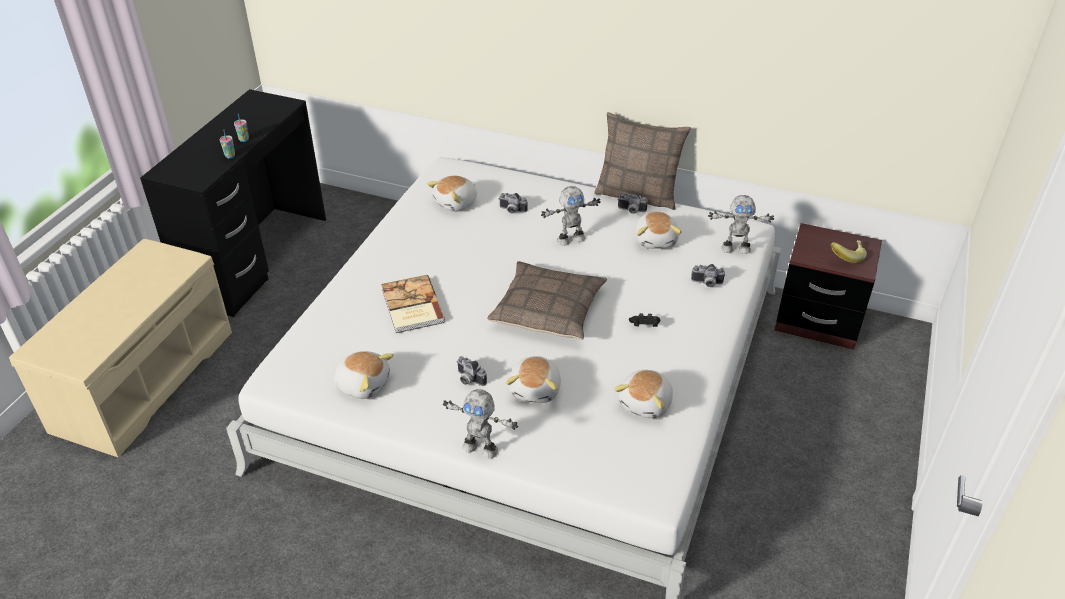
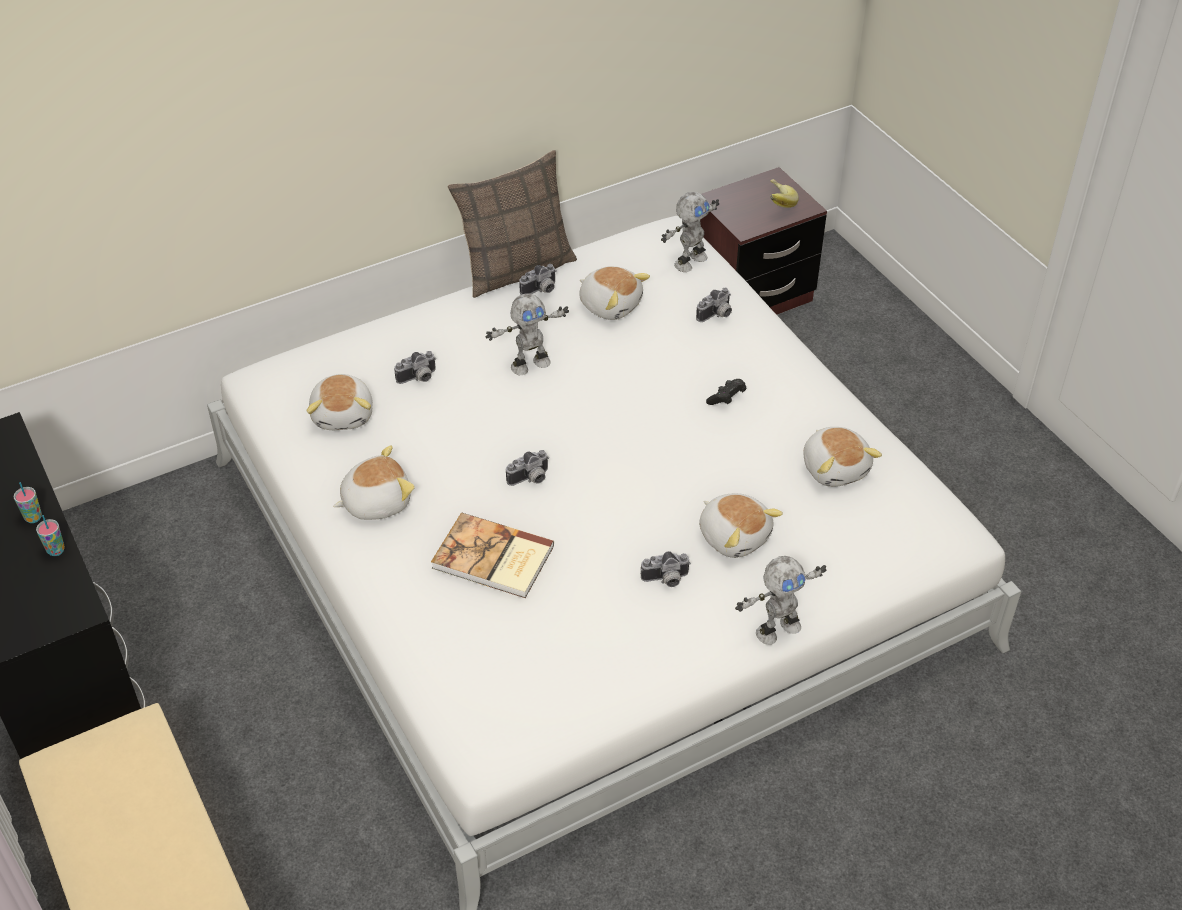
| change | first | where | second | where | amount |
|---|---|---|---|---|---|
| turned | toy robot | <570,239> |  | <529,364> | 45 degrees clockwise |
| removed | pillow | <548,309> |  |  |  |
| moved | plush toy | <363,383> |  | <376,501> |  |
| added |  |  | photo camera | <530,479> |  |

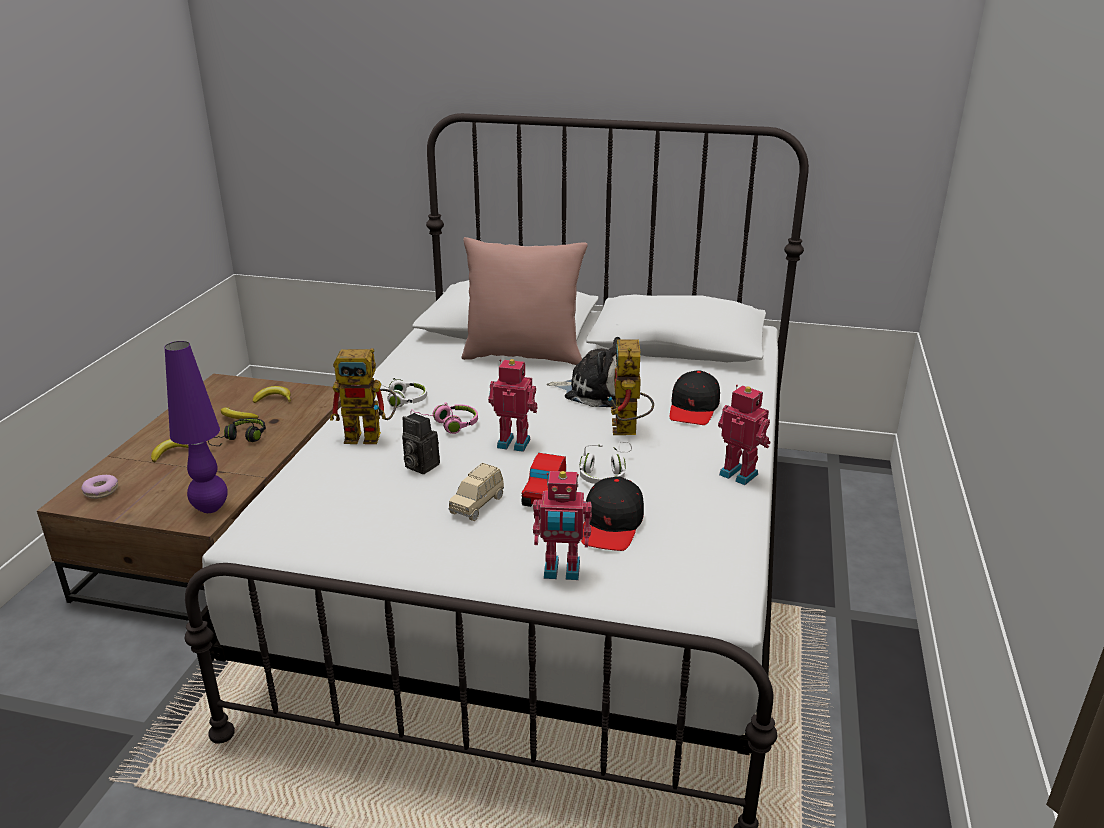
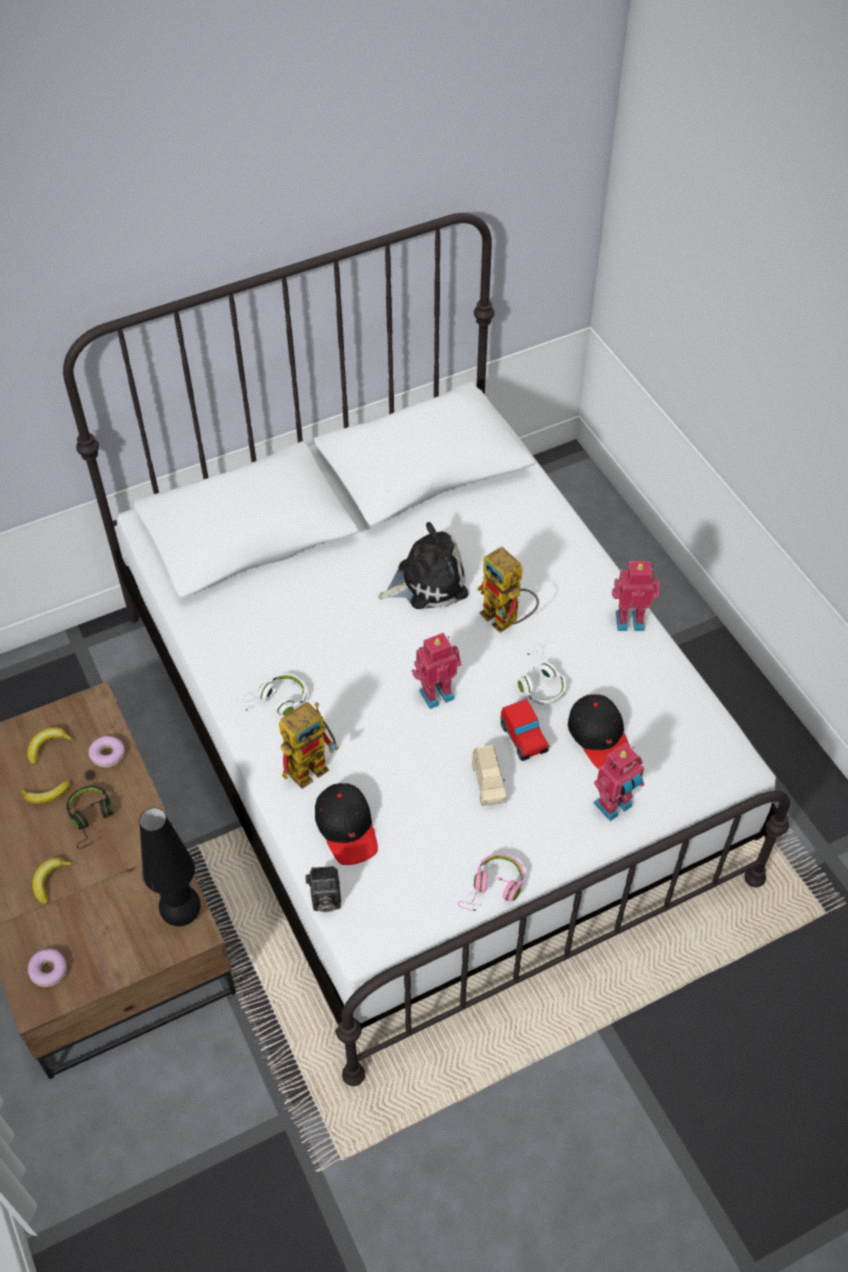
| change | first | where | second | where | amount |
|---|---|---|---|---|---|
| removed | pillow/pink | <524,355> |  |  |  |
| recoloured | table lamp/purple | <210,508> | table lamp/black | <182,915> |  |
| moved | cap/black | <693,408> |  | <347,828> |  |
| moved | headphones/pink | <447,425> |  | <493,888> |  |
| moved | photo camera | <419,466> |  | <324,900> |  |
| added |  |  | donut | <107,755> |  |

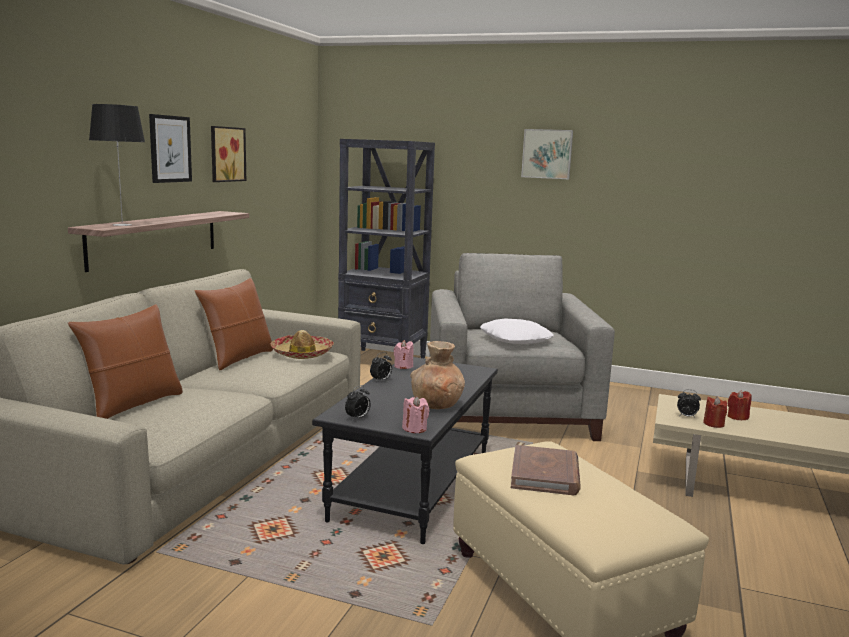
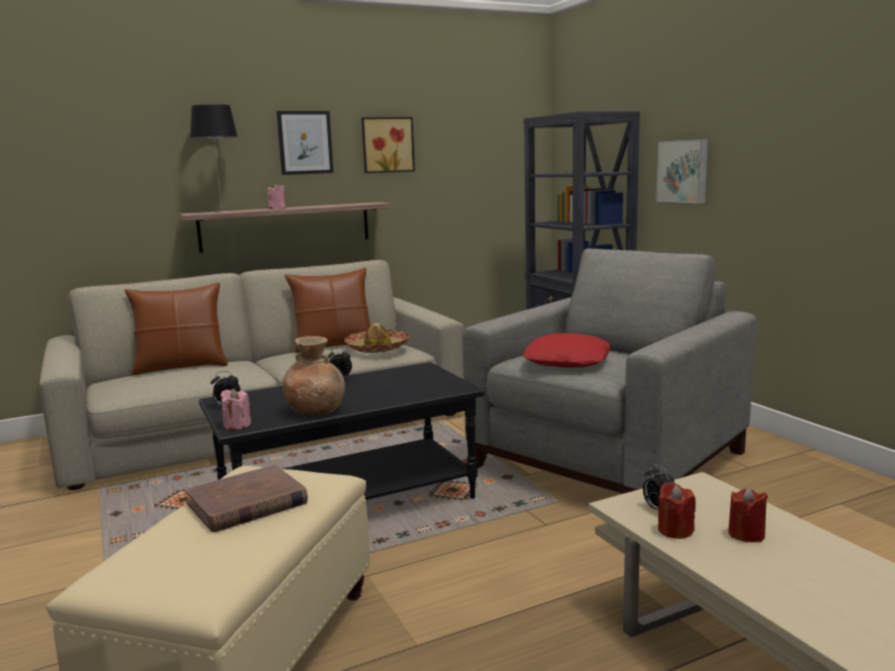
| change | first | where | second | where | amount |
|---|---|---|---|---|---|
| moved | picture | <547,154> |  | <683,171> |  |
| recoloured | pillow/white | <516,339> | pillow/red | <567,361> |  |
| moved | candle/pink | <403,366> |  | <277,208> |  |

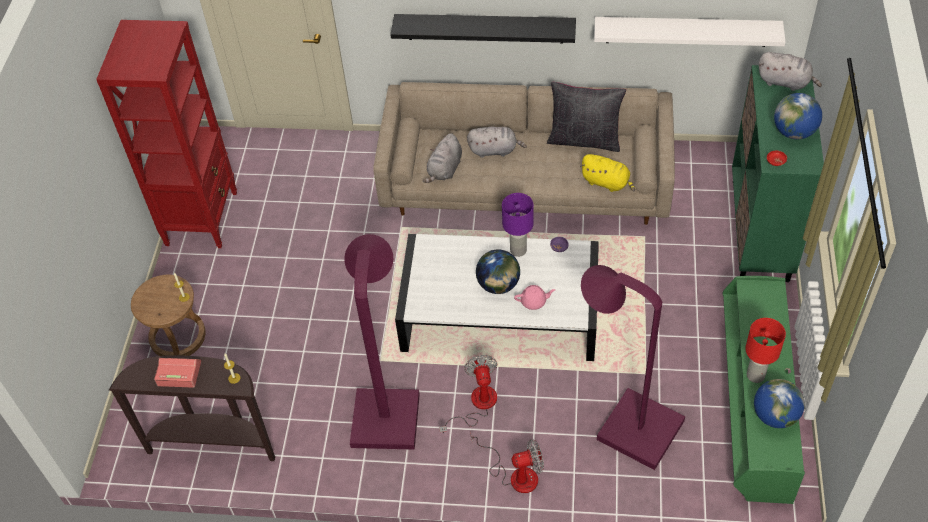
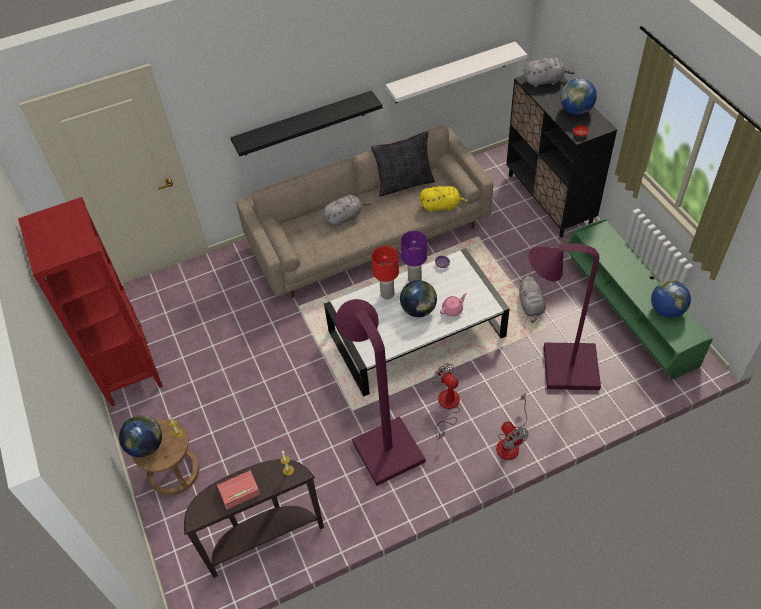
| change | first | where | second | where | amount |
|---|---|---|---|---|---|
| recoloured | cabinet/green | <760,230> | cabinet/black | <549,199> |  |
| moved | plush toy/grey | <444,170> |  | <531,306> |  |
| moved | table lamp/red | <755,375> |  | <387,294> |  |
| turned | fan | <515,474> |  | <510,442> | 105 degrees clockwise |
| added |  |  | globe | <146,445> |  |

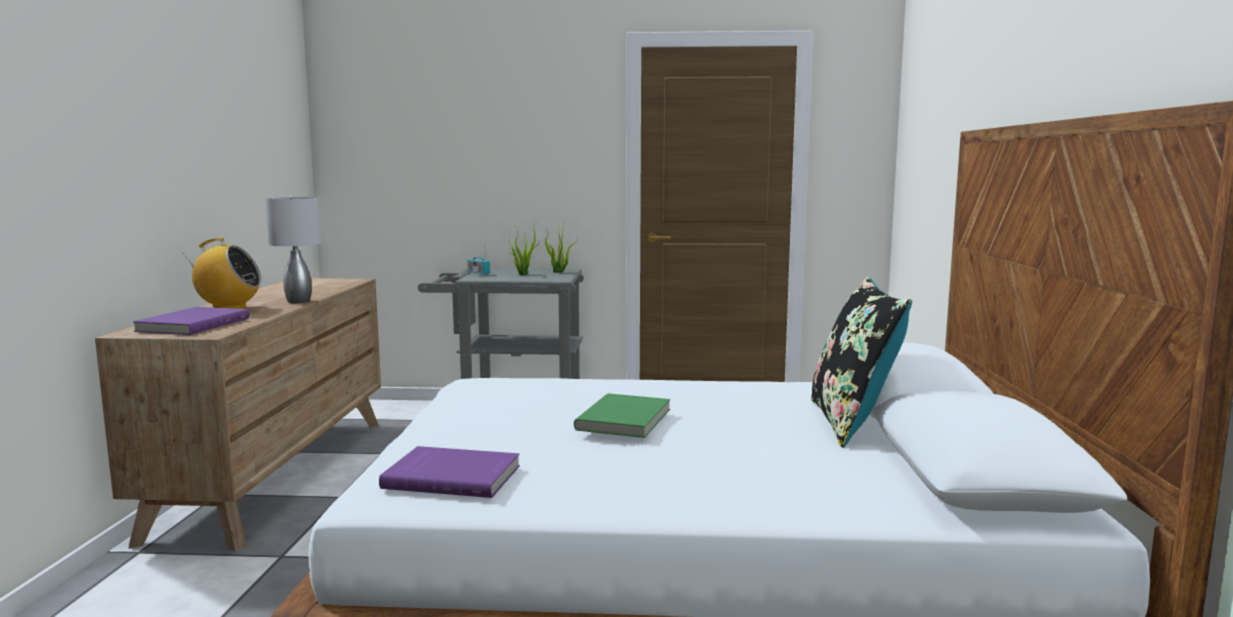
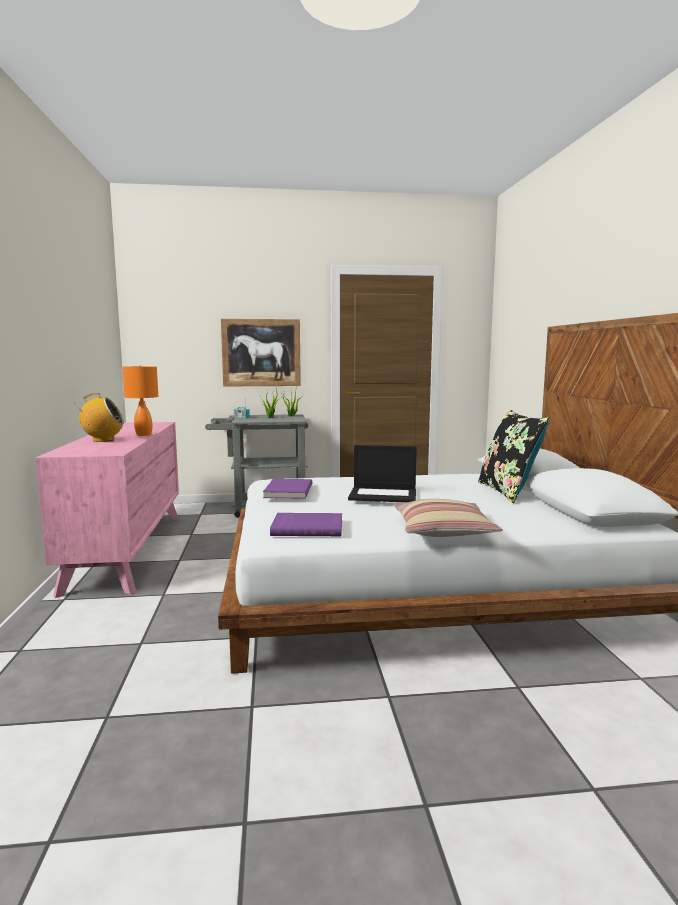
| change | first | where | second | where | amount |
|---|---|---|---|---|---|
| recoloured | table lamp/grey | <299,301> | table lamp/orange | <144,435> |  |
| recoloured | dresser/brown | <277,473> | dresser/pink | <127,549> |  |
| moved | book/purple | <192,325> |  | <287,491> |  |
| replaced | book/green | <626,419> | laptop | <384,495> |  |
| added |  |  | picture | <261,353> |  |
| added |  |  | pillow | <443,530> |  |

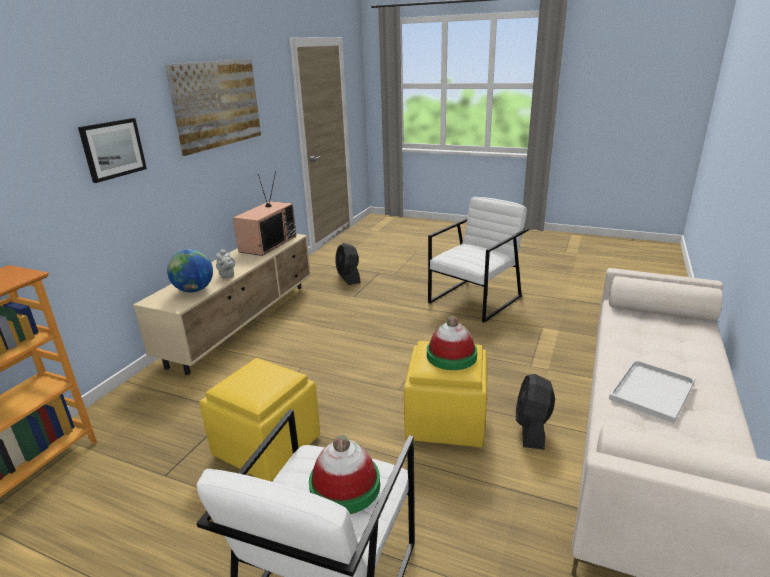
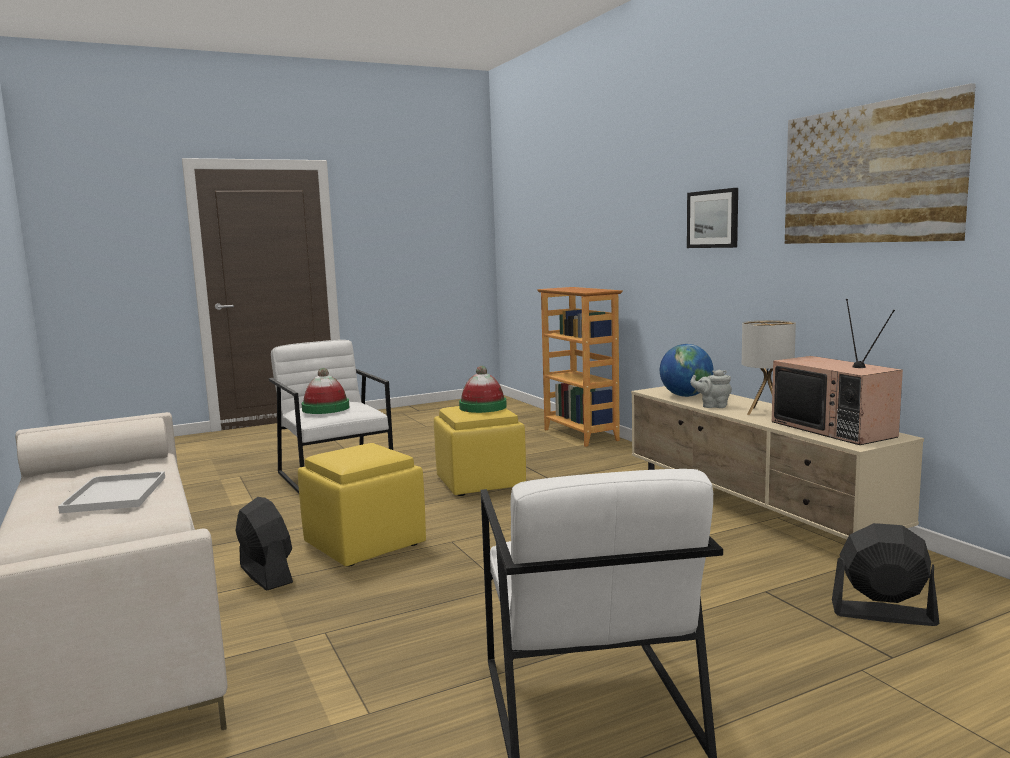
| change | first | where | second | where | amount |
|---|---|---|---|---|---|
| moved | hat | <451,356> |  | <483,407> |  |
| added |  |  | table lamp | <766,412> |  |

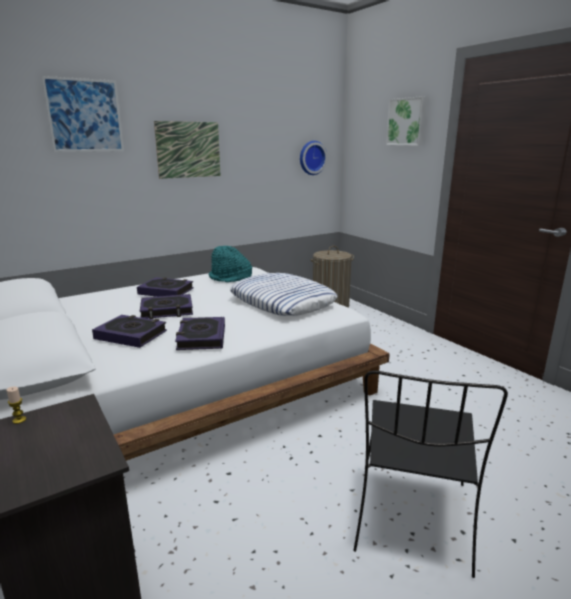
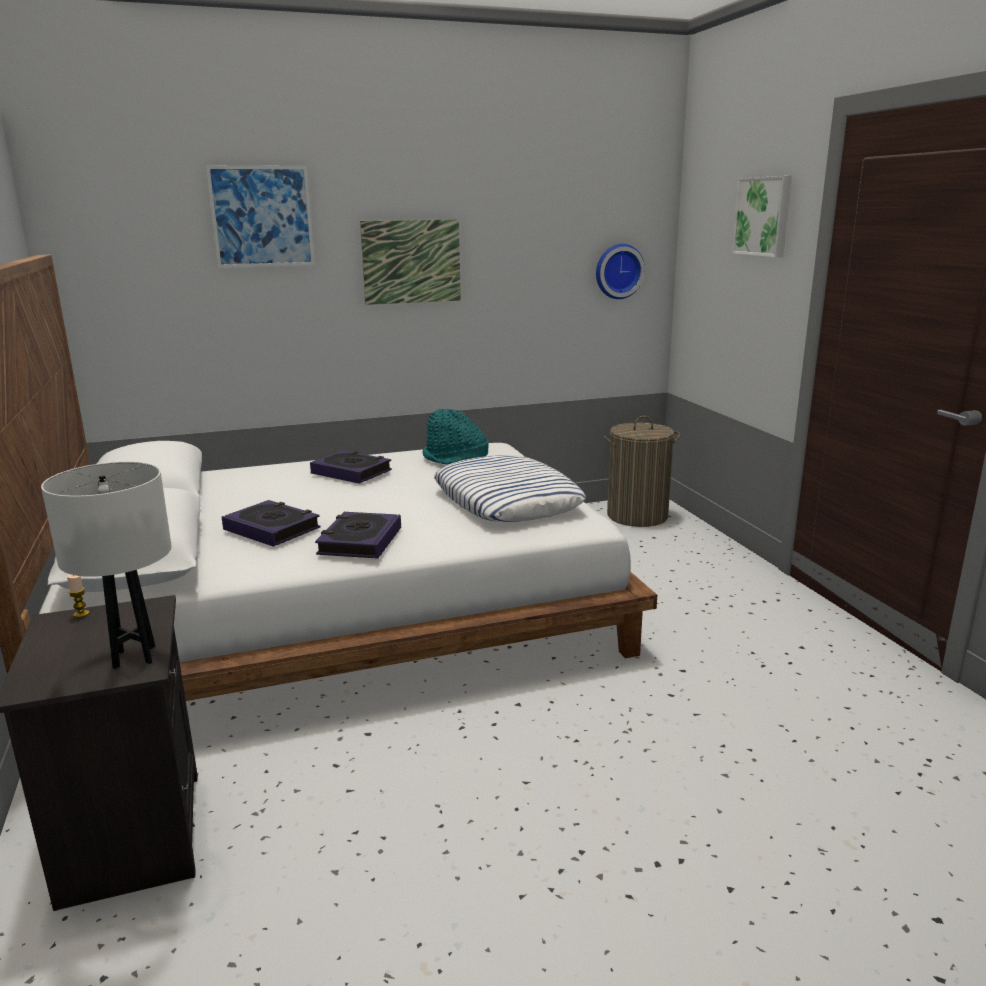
| change | first | where | second | where | amount |
|---|---|---|---|---|---|
| removed | book | <167,311> |  |  |  |
| removed | chair/black | <412,519> |  |  |  |
| added |  |  | table lamp/white | <135,657> |  |

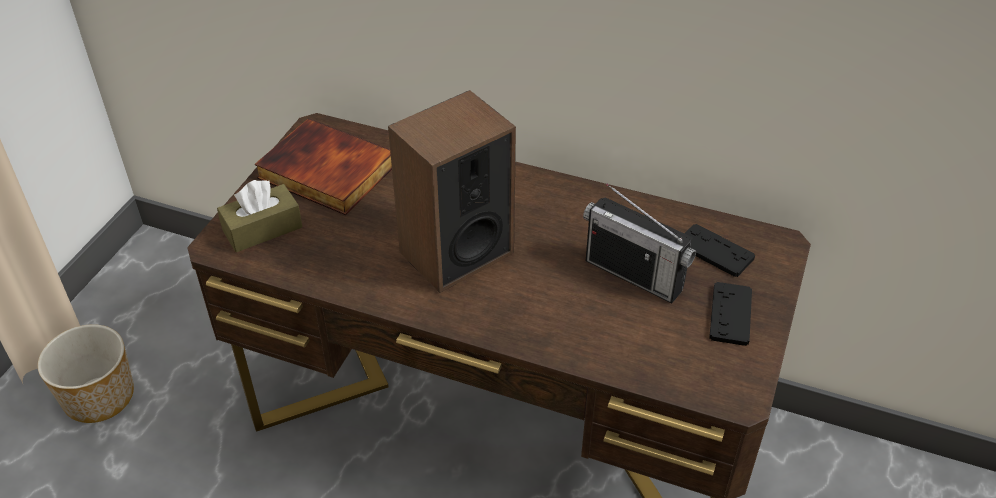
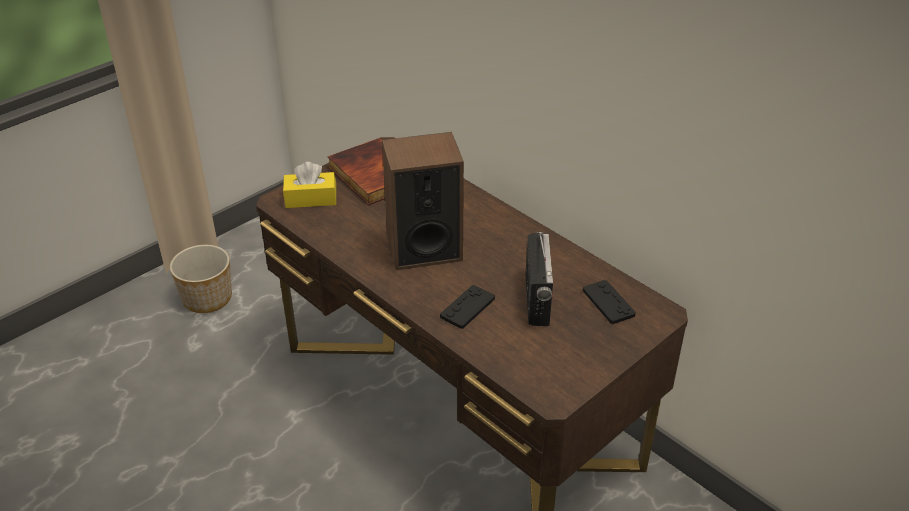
| change | first | where | second | where | amount |
|---|---|---|---|---|---|
| recoloured | tissue box/brown | <262,229> | tissue box/yellow | <311,199> |  |
| turned | radio | <634,274> |  | <537,299> | 150 degrees counterclockwise |
| moved | game controller/black | <730,314> |  | <467,307> |  |

